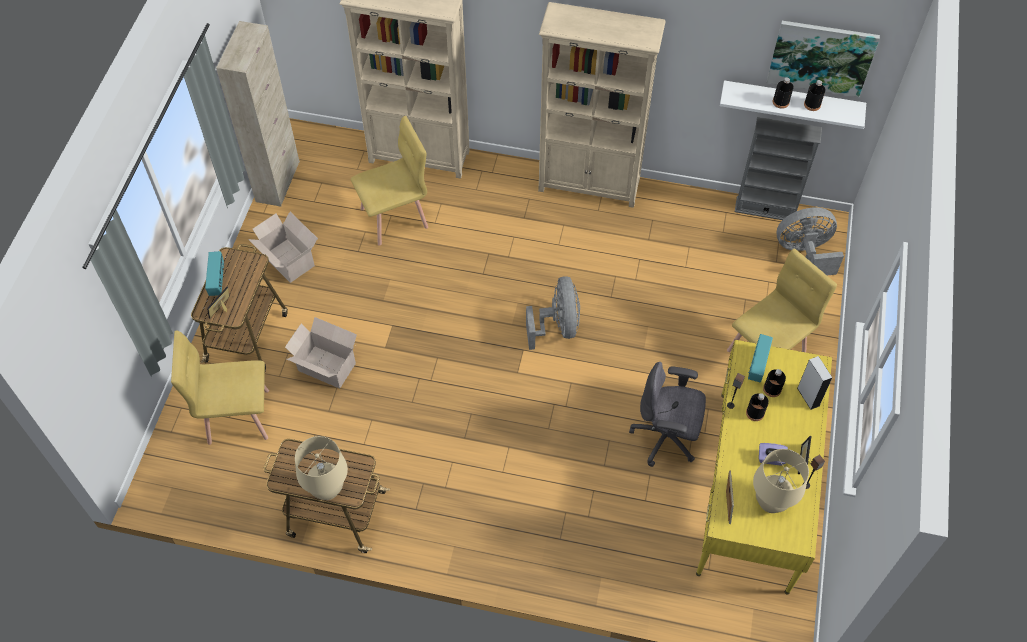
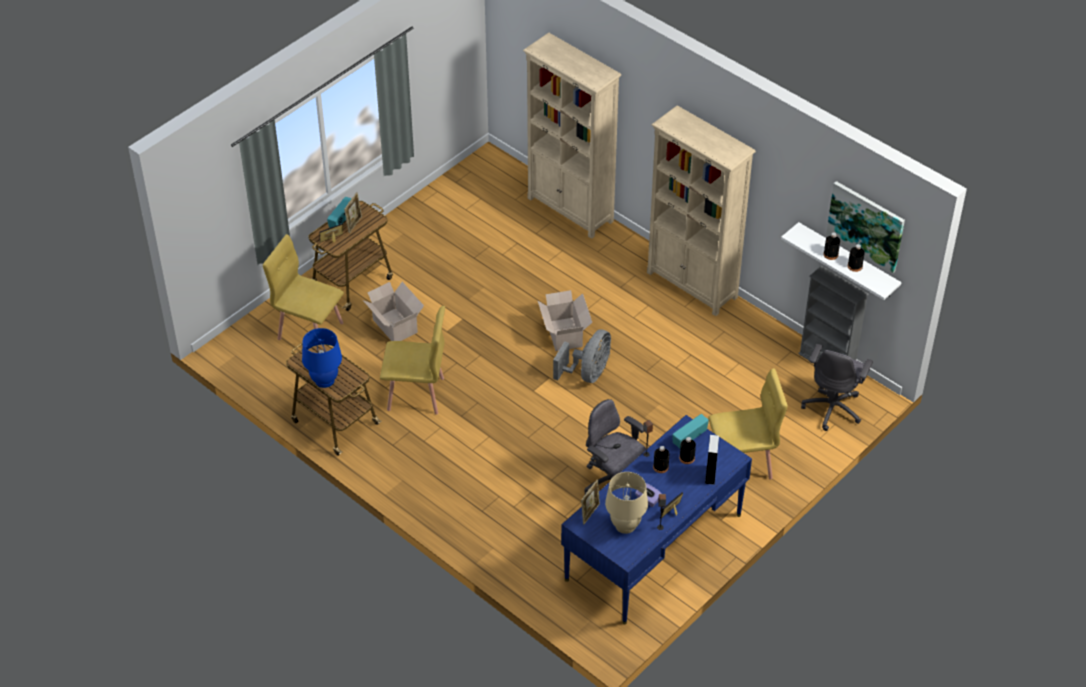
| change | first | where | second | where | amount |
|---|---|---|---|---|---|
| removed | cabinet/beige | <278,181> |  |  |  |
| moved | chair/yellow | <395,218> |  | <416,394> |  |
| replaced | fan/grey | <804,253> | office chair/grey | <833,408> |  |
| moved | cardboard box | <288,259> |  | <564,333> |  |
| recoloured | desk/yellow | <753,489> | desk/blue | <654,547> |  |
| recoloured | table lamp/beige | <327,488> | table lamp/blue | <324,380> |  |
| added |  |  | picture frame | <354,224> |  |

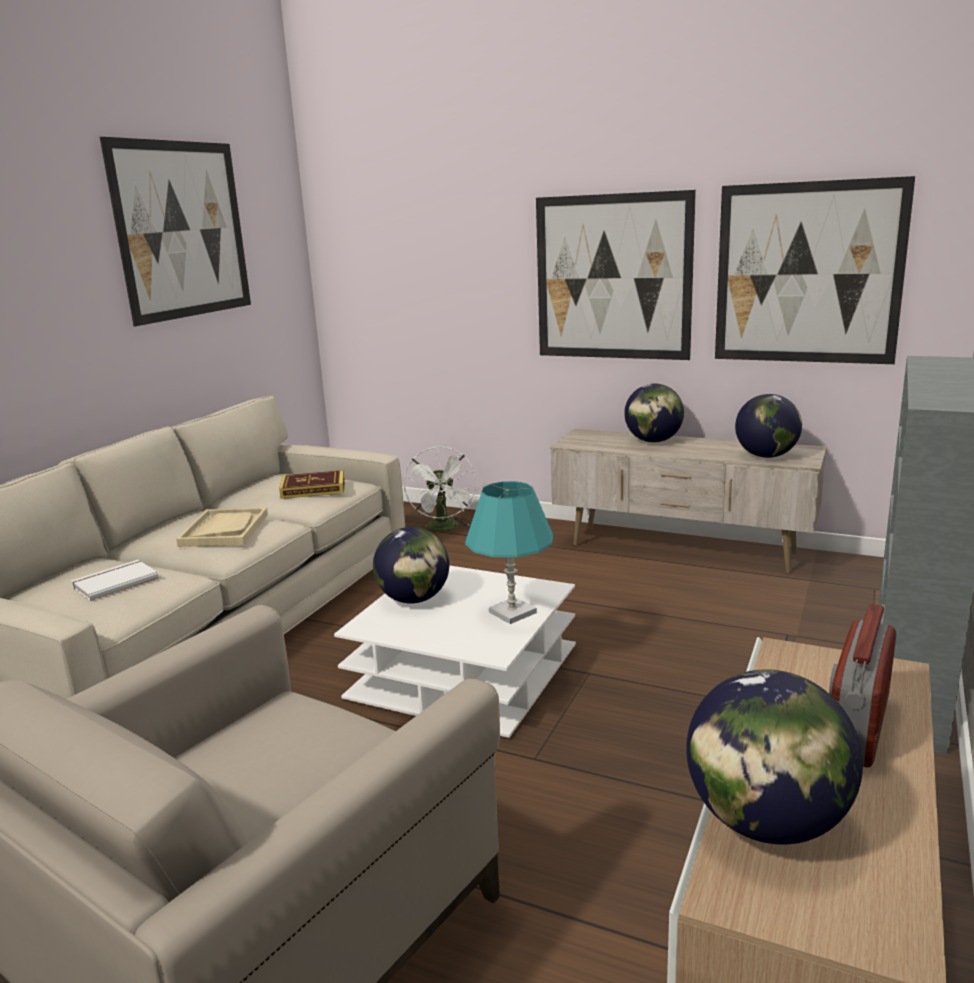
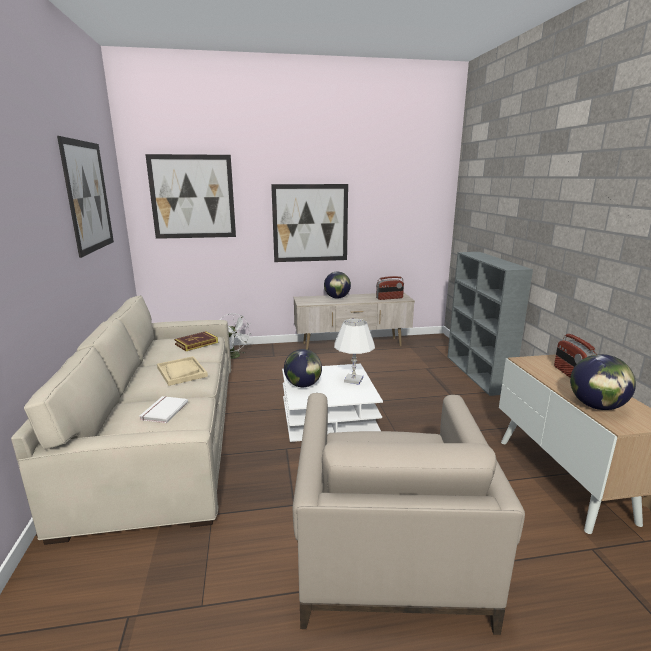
| change | first | where | second | where | amount |
|---|---|---|---|---|---|
| moved | picture | <807,274> |  | <192,197> |  |
| replaced | globe | <766,456> | radio | <389,298> |  |
| recoloured | table lamp/turquoise | <512,612> | table lamp/white | <353,380> |  |

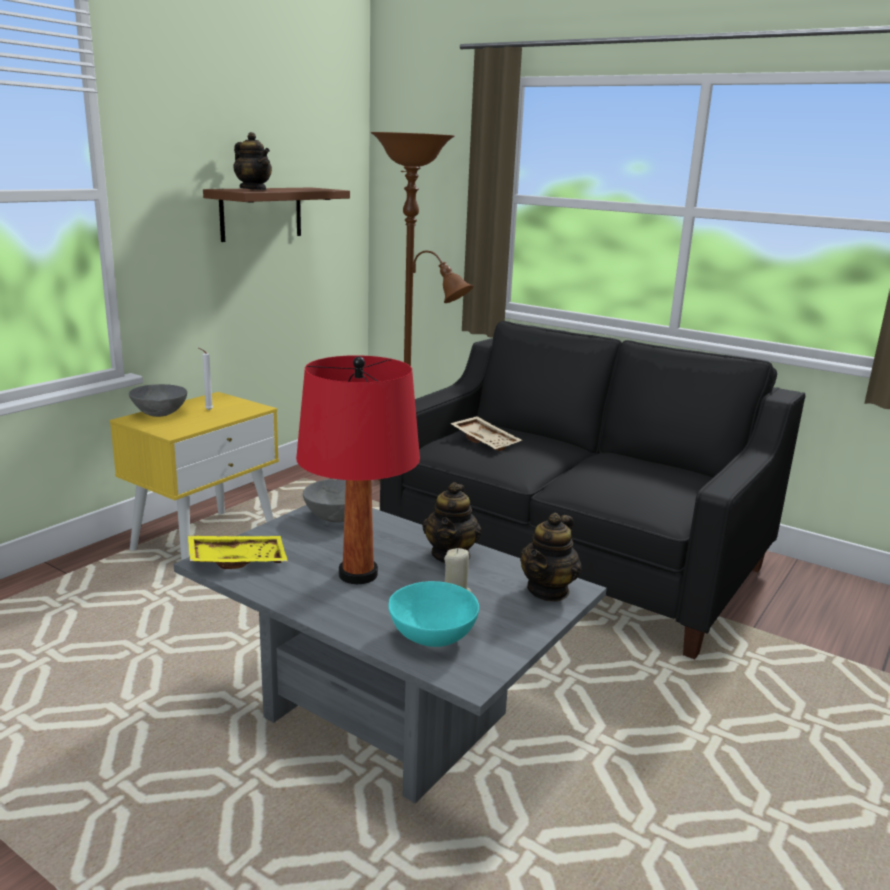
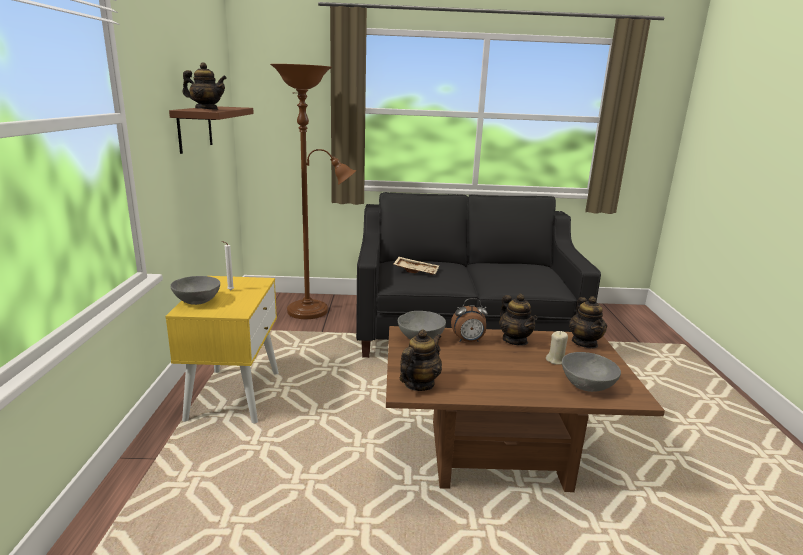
| change | first | where | second | where | amount |
|---|---|---|---|---|---|
| removed | table lamp/red | <358,575> |  |  |  |
| recoloured | coffee table/grey | <386,716> | coffee table/brown | <497,455> |  |
| replaced | tray/yellow | <237,560> | teapot | <419,384> |  |
| recoloured | bowl/turquoise | <432,636> | bowl/grey | <587,386> |  |
| added |  |  | alarm clock | <468,341> |  |

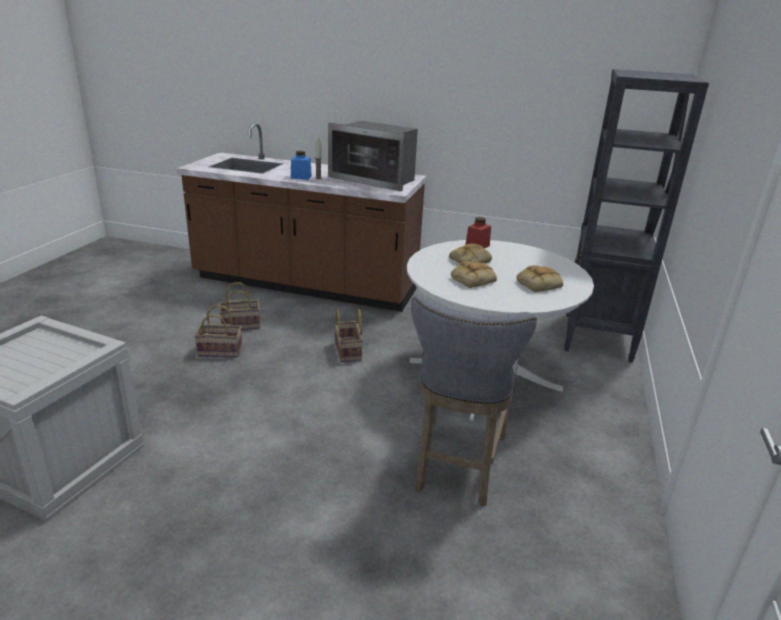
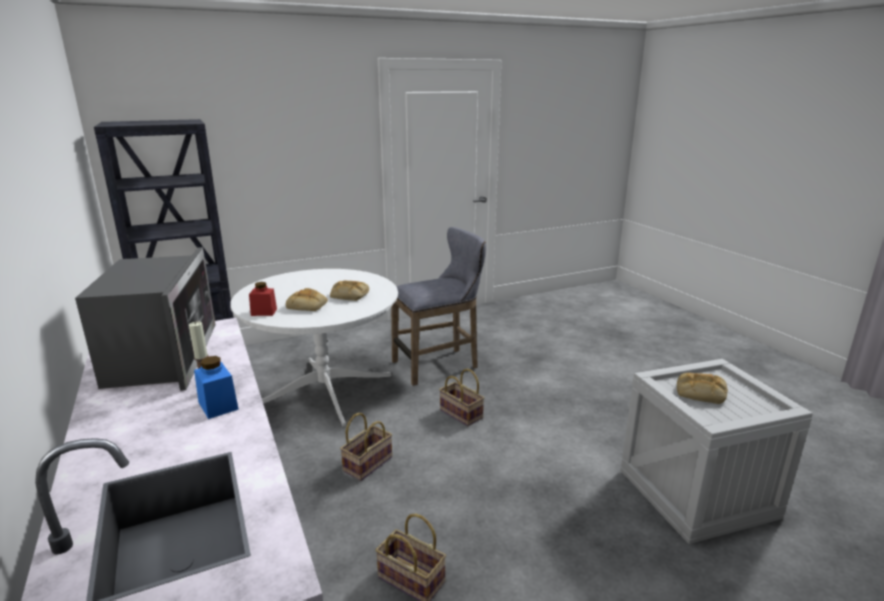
| change | first | where | second | where | amount |
|---|---|---|---|---|---|
| moved | bread | <538,284> |  | <700,392> |  |
| moved | basket | <221,351> |  | <459,414> |  |

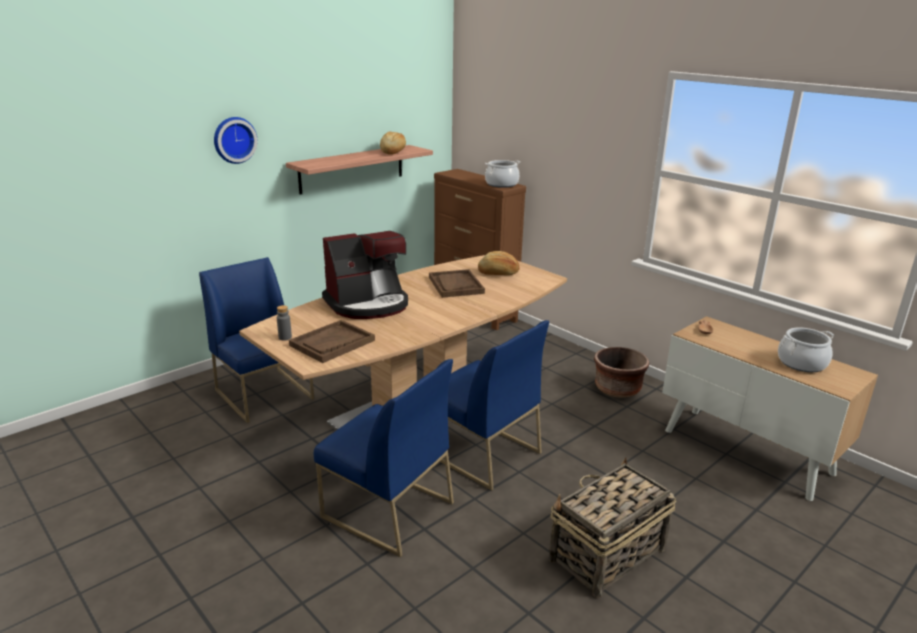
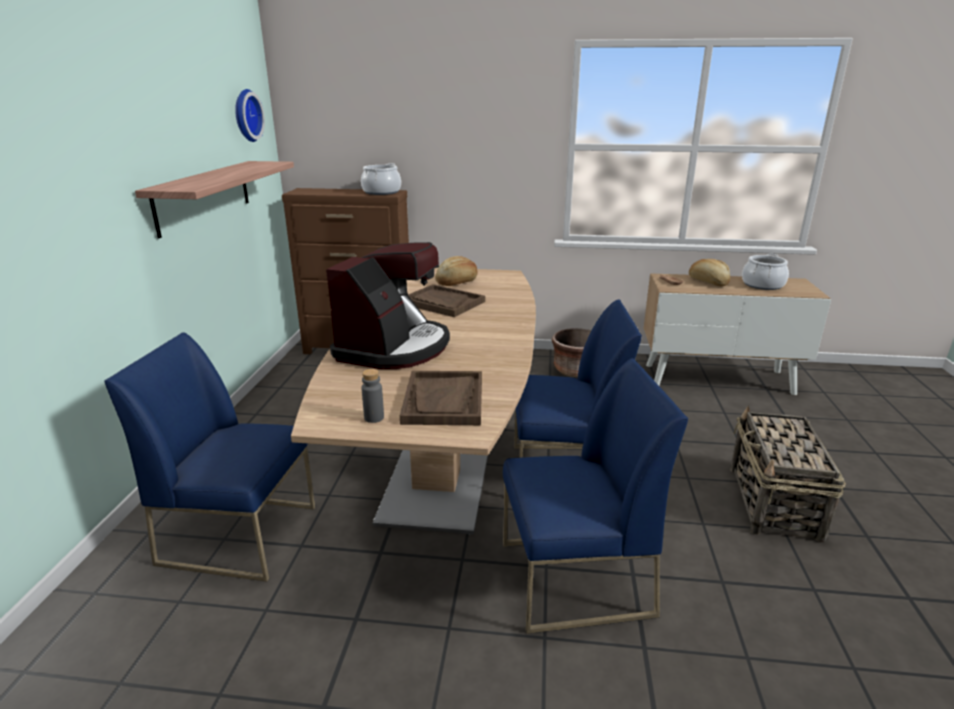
| change | first | where | second | where | amount |
|---|---|---|---|---|---|
| moved | wall clock | <234,139> |  | <245,115> |  |
| moved | bread | <392,152> |  | <708,282> |  |

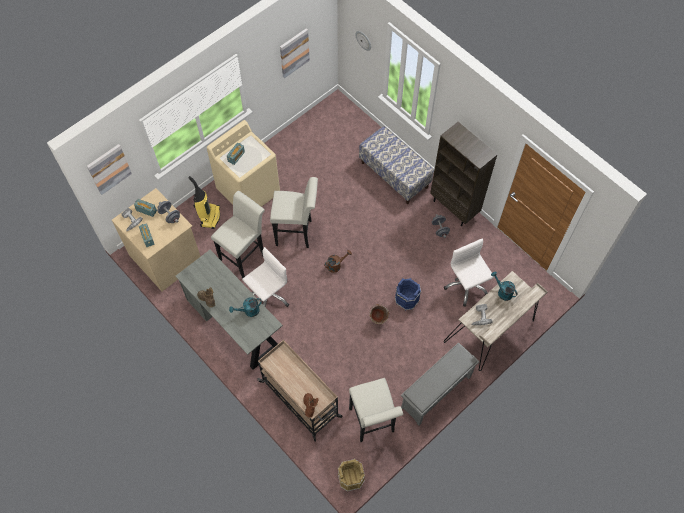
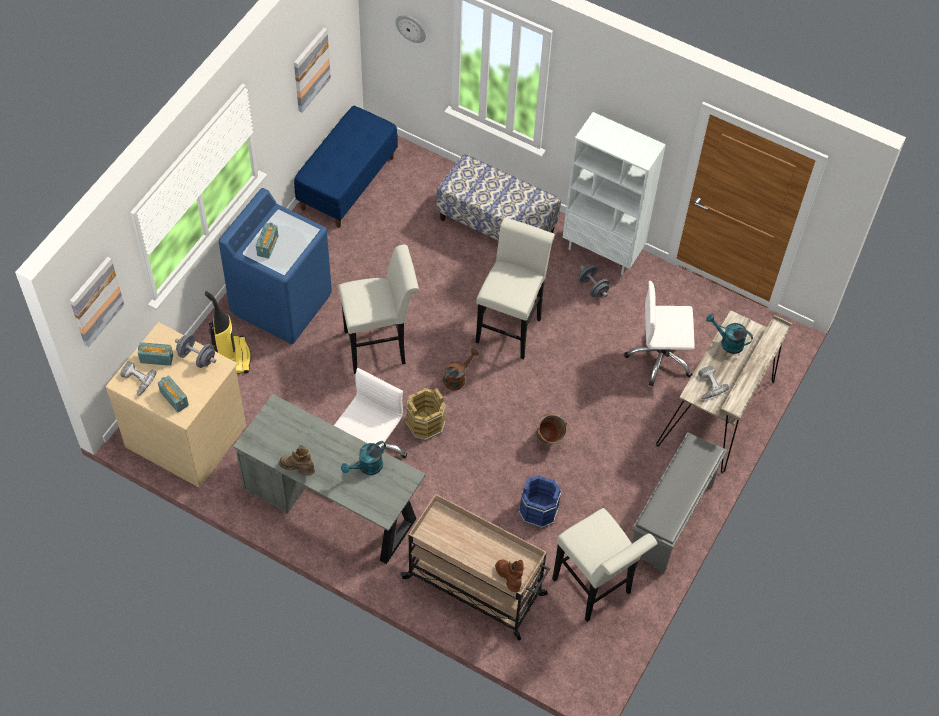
| change | first | where | second | where | amount |
|---|---|---|---|---|---|
| recoloured | washing machine/beige | <249,191> | washing machine/blue | <282,303> |  |
| recoloured | bookcase/brown | <454,208> | bookcase/white | <603,251> |  |
| moved | stool/white | <245,256> |  | <510,326> |  |
| turned | office chair/white | <466,285> |  | <660,357> | 45 degrees counterclockwise |
| moved | bucket/blue | <407,299> |  | <538,510> |  |
| moved | bucket/brown | <350,478> |  | <425,423> |  |
| added |  |  | bench/blue | <347,182> |  |

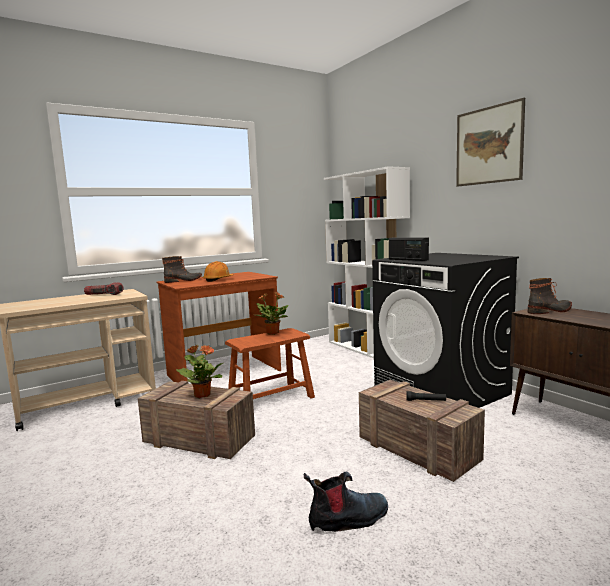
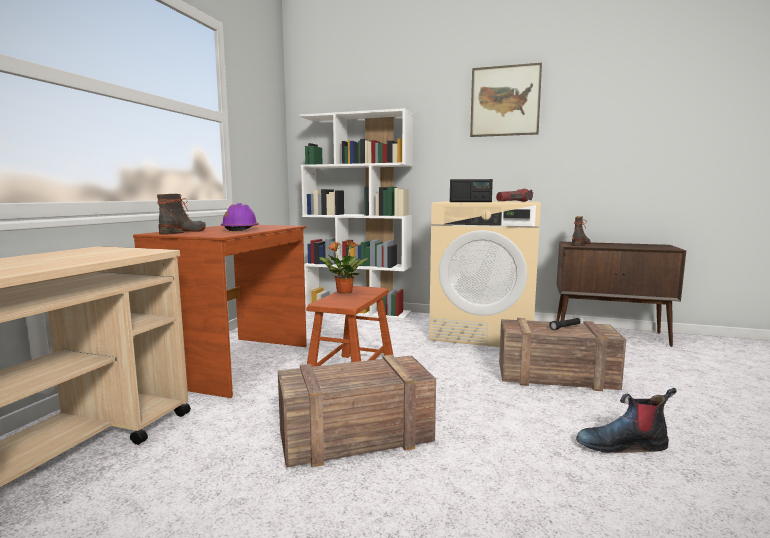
| change | first | where | second | where | amount |
|---|---|---|---|---|---|
| recoloured | washing machine/black | <441,390> | washing machine/beige | <484,331> |  |
| recoloured | hard hat/orange | <218,280> | hard hat/purple | <240,229> |  |
| moved | flashlight | <104,295> |  | <514,201> |  |
| removed | potted plant | <202,395> |  |  |  |
| turned | boot | <348,519> |  | <622,444> | 120 degrees counterclockwise |

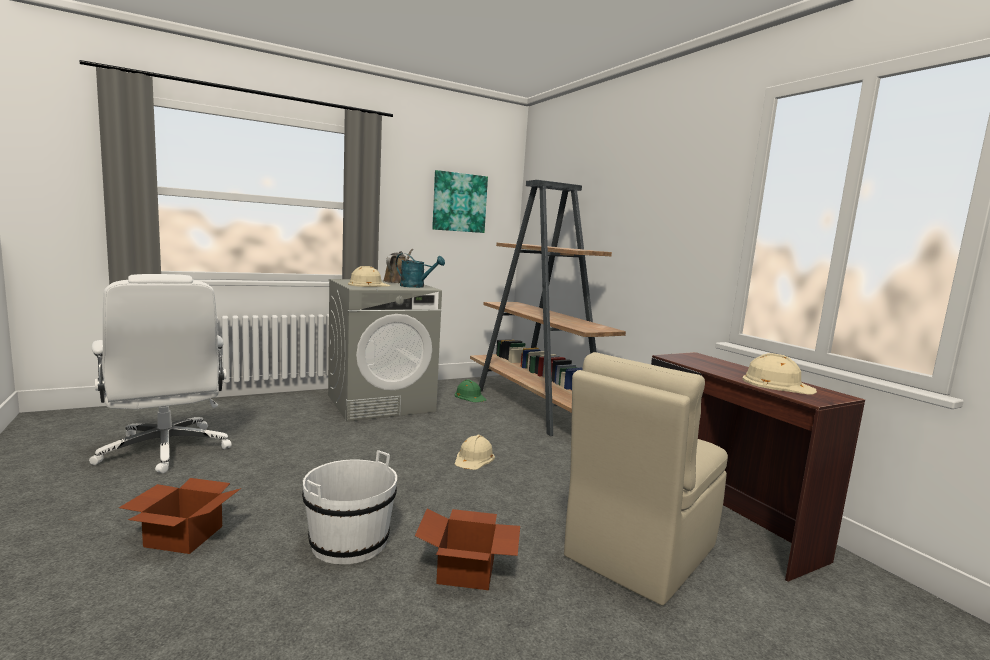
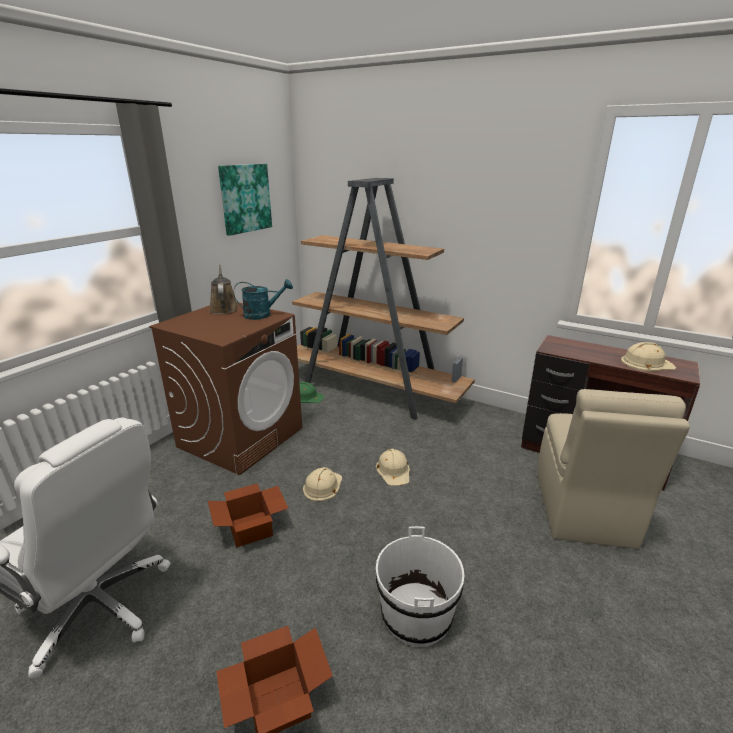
| change | first | where | second | where | amount |
|---|---|---|---|---|---|
| moved | hard hat/beige | <368,285> |  | <323,486> |  |
| recoloured | washing machine/grey | <381,403> | washing machine/brown | <241,437> |  |
| moved | cardboard box | <468,571> |  | <252,529> |  |

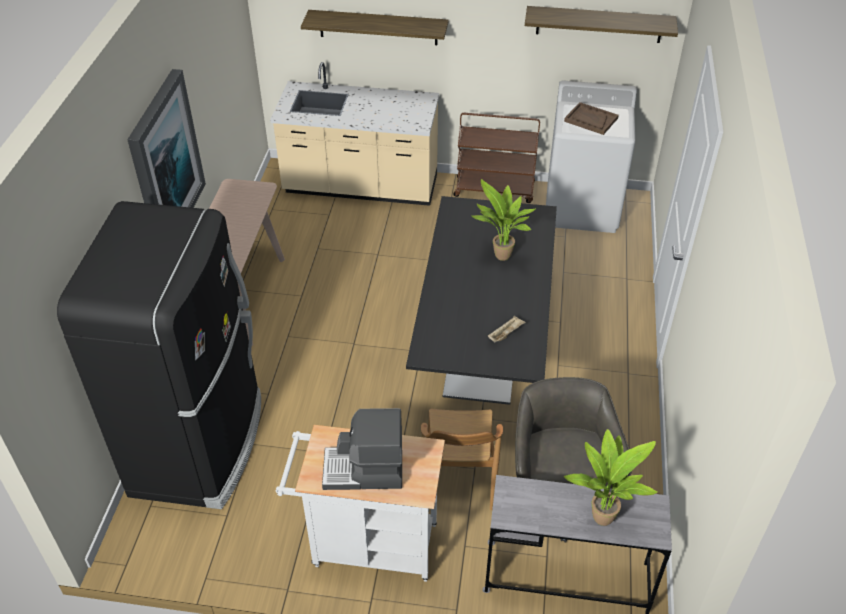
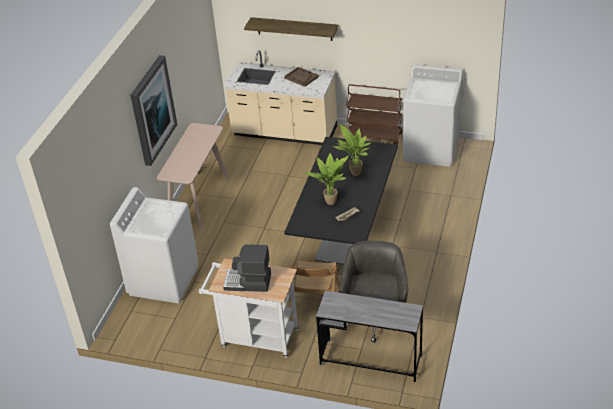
| change | first | where | second | where | amount |
|---|---|---|---|---|---|
| removed | shelf | <599,24> |  |  |  |
| moved | tray/brown | <590,120> |  | <301,77> |  |
| replaced | fridge/black | <200,444> | washing machine/white | <163,280> |  |
| moved | potted plant | <602,515> |  | <331,201> |  |

